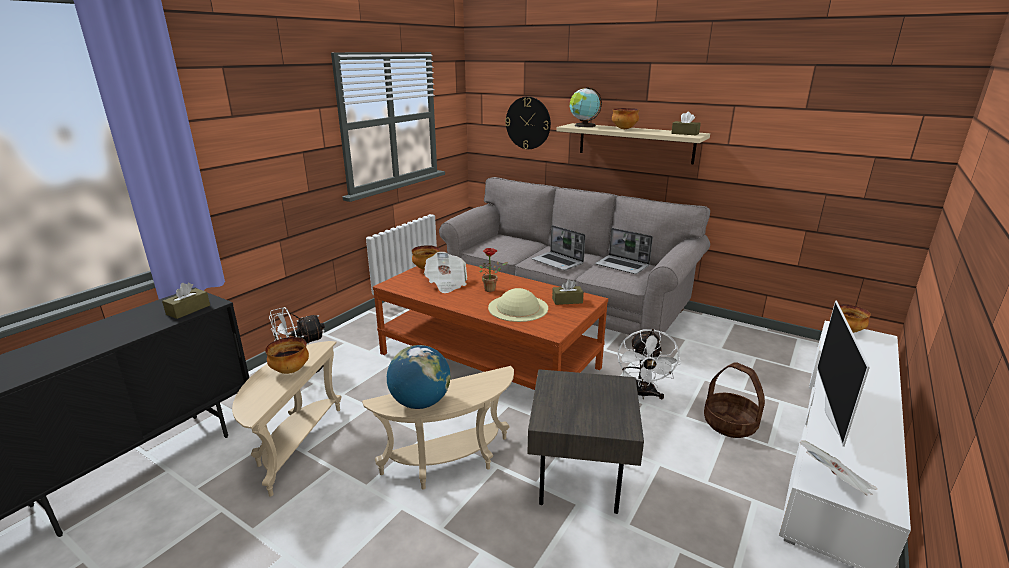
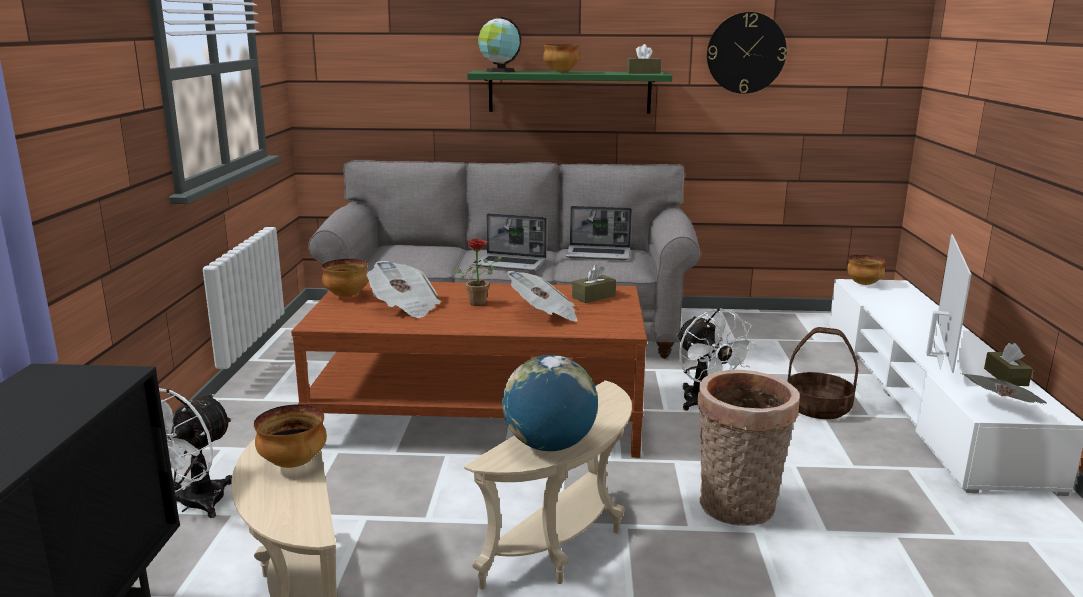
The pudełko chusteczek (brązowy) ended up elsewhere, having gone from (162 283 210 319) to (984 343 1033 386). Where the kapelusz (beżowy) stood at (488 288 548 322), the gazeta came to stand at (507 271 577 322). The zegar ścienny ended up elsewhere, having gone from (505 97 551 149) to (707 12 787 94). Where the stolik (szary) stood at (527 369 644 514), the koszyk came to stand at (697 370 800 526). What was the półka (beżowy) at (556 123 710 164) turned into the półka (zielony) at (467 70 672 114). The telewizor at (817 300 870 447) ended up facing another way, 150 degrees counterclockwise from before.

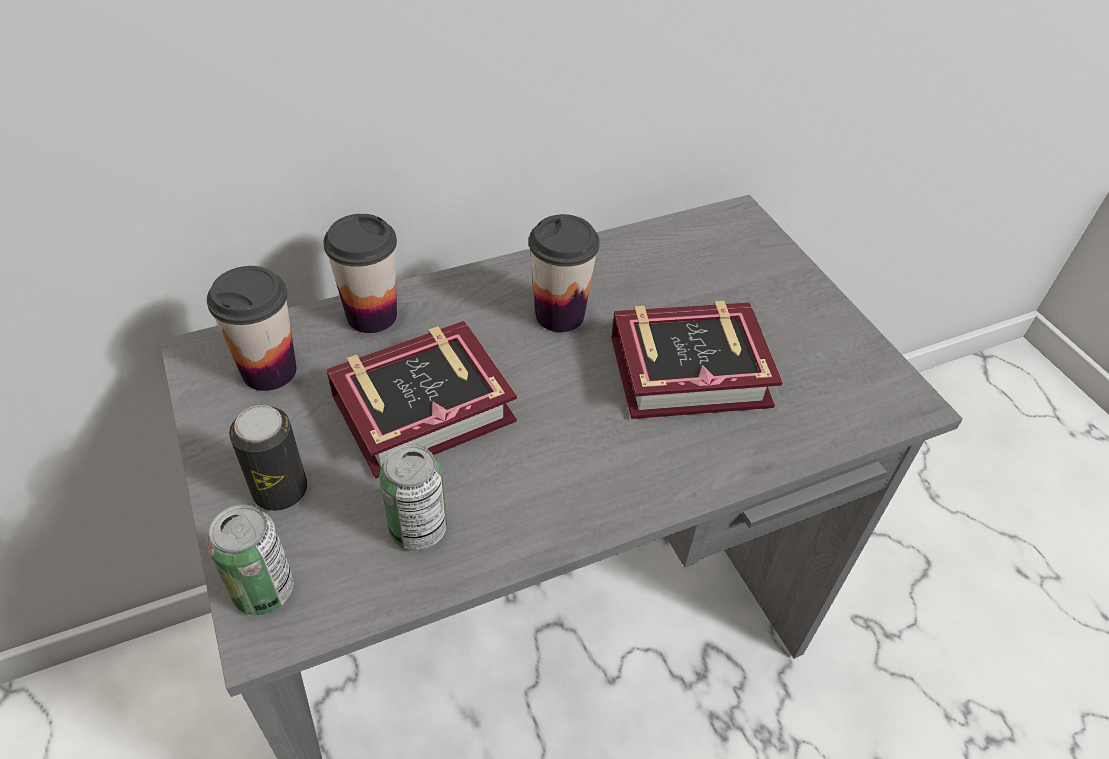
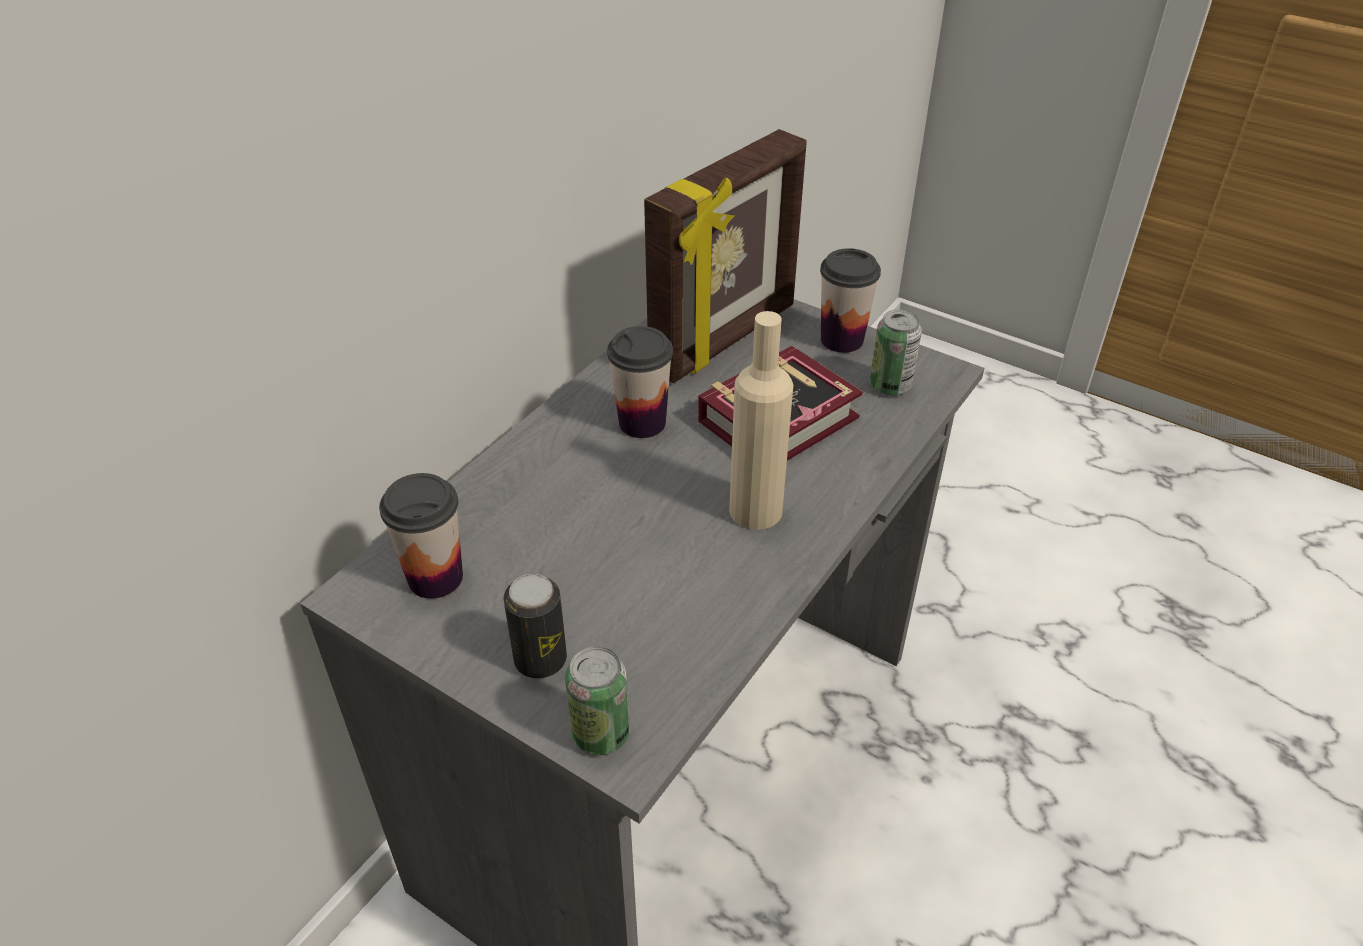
The filiżanka ended up elsewhere, having gone from (323 214 397 333) to (820 248 881 353). The second view lost the książka at (326 321 517 479). The puszka ended up elsewhere, having gone from (379 444 447 551) to (870 309 922 396). The second view gained the ramka na zdjęcie at (644 129 807 383). The second view gained the butelka (beżowy) at (729 311 793 530).

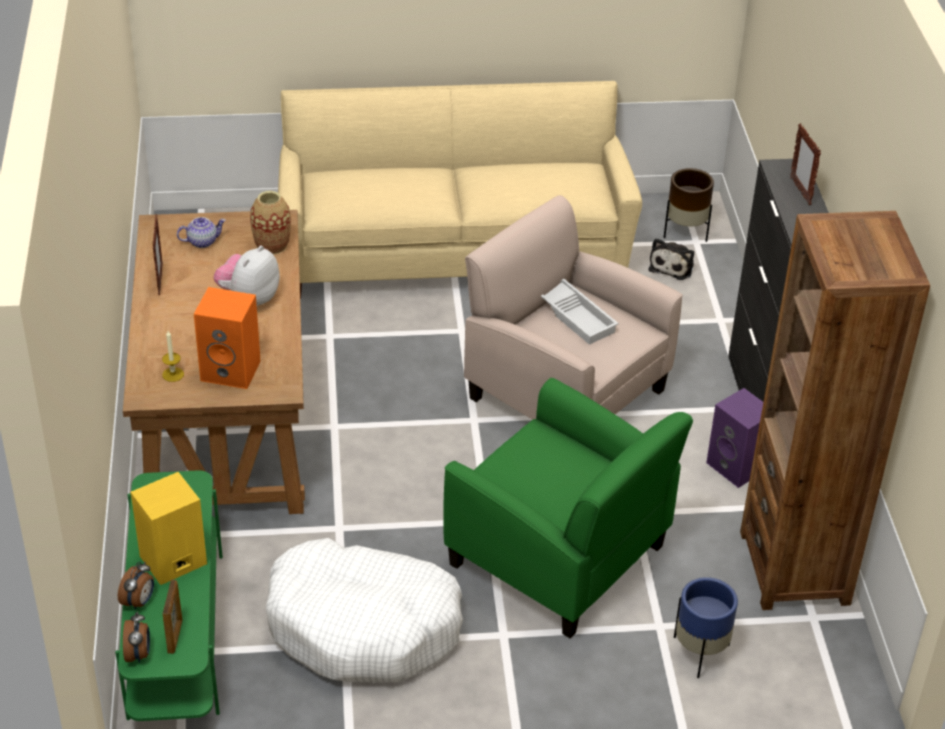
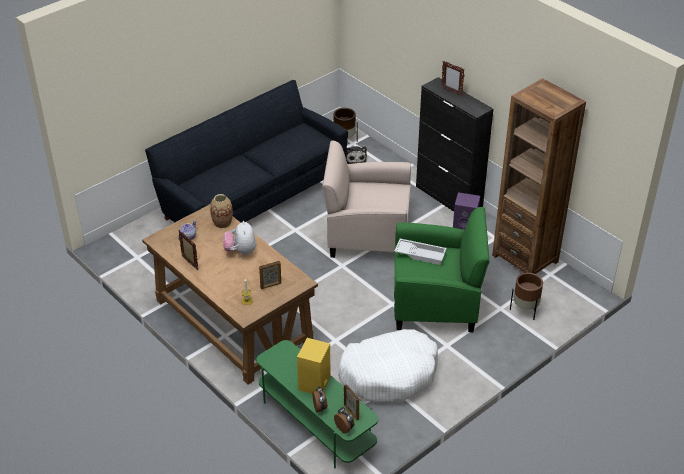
Where the głośnik (pomarańczowy) stood at (194 287 261 389), the ramka na zdjęcie came to stand at (259 261 281 289). What was the kanapa (beżowy) at (278 81 642 298) turned into the kanapa (czarny) at (145 80 348 223). The taca (biały) ended up elsewhere, having gone from (541 278 619 345) to (394 239 447 265). What was the donica (niebieski) at (674 577 738 678) turned into the donica (brązowy) at (510 273 543 320).

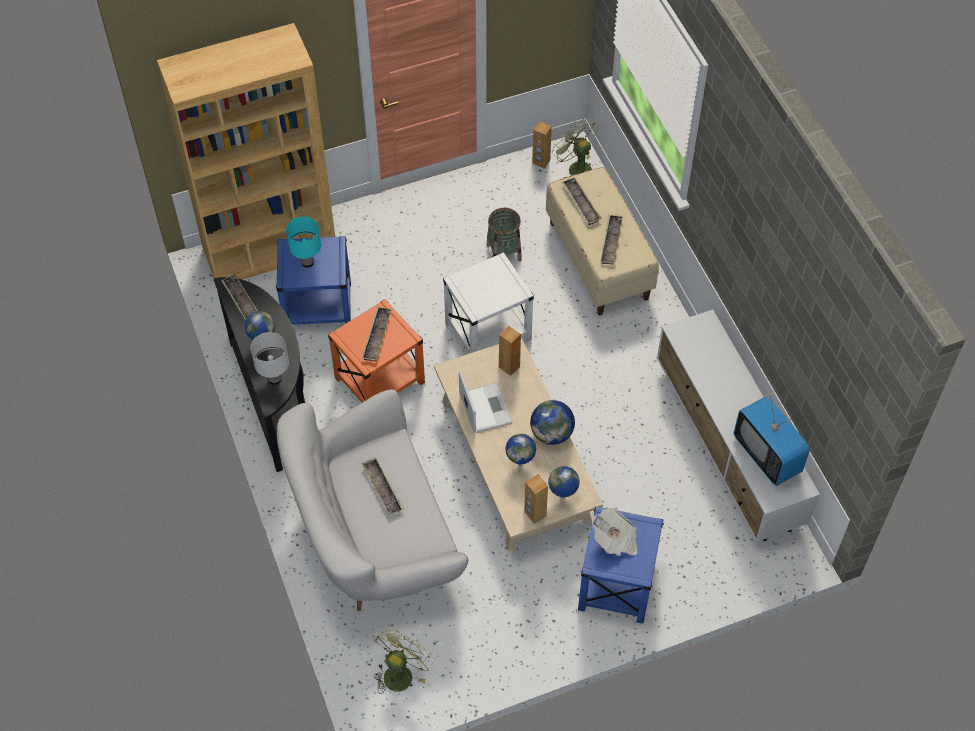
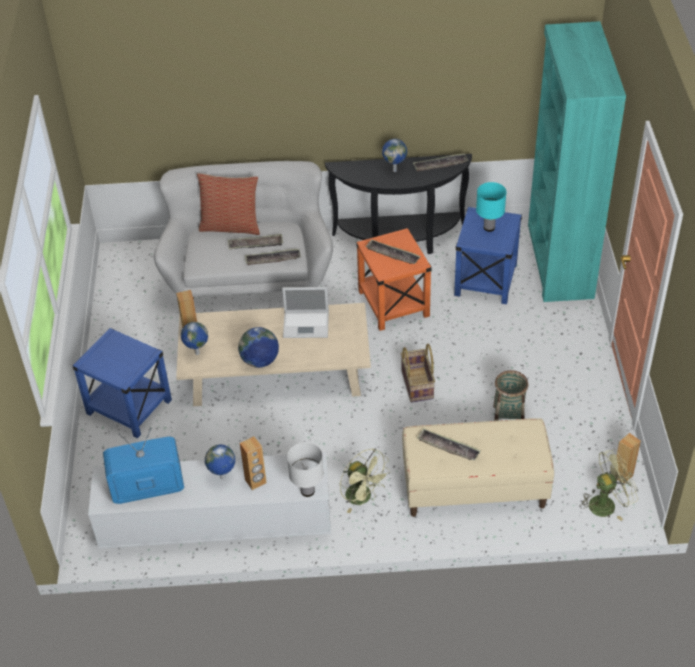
What was the regał (brązowy) at (157 23 335 280) turned into the regał (turkusowy) at (528 21 626 302). The lampa stołowa (biały) ended up elsewhere, having gone from (251 332 289 385) to (287 442 324 497). The wentylator (zielony) ended up elsewhere, having gone from (373 626 434 694) to (340 448 391 513). Where the stolik (biały) stood at (443 252 534 354), the koszyk came to stand at (401 344 435 403). The głośnik (brązowy) ended up elsewhere, having gone from (499 326 521 376) to (240 436 267 490). The globus ended up elsewhere, having gone from (505 434 536 466) to (205 444 235 480). The taca ended up elsewhere, having gone from (562 177 602 225) to (245 249 301 265). The second view lost the gazeta at (592 508 637 556). The second view gained the poduszka at (197 173 260 235).

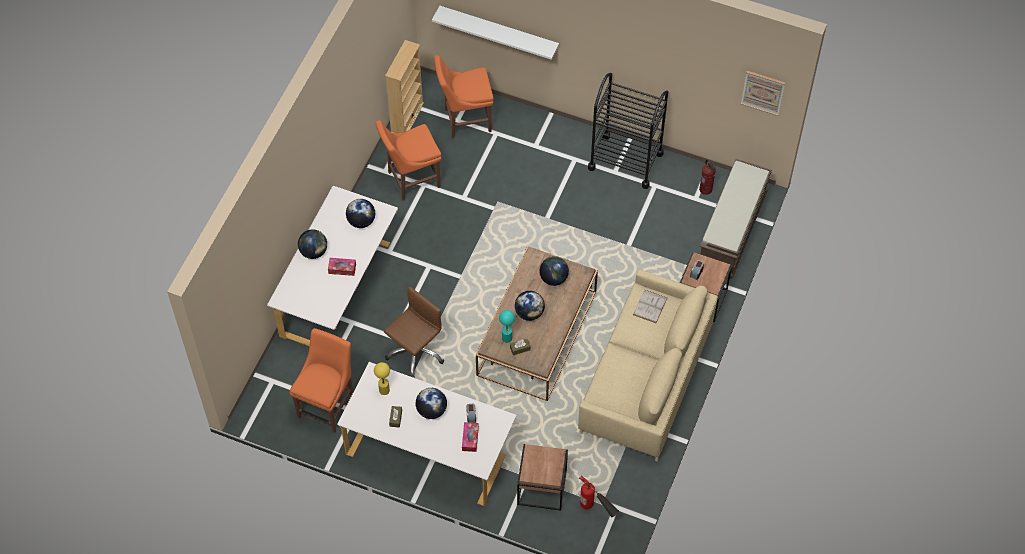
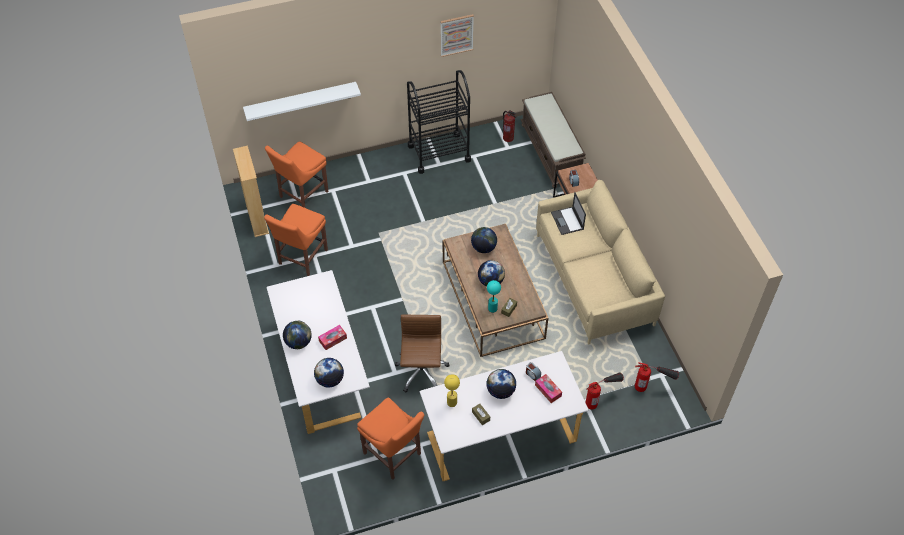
The krzesło (pomarańczowy) at (290 328 354 433) ended up facing another way, 150 degrees clockwise from before. The globus ended up elsewhere, having gone from (346 199 376 228) to (314 358 344 388). Where the stolik (brązowy) stood at (517 444 568 511), the gaśnica came to stand at (585 372 624 410). Where the książka (biały) stood at (633 290 667 323), the laptop came to stand at (551 192 586 235). The obraz ended up elsewhere, having gone from (741 71 785 116) to (440 14 474 57).

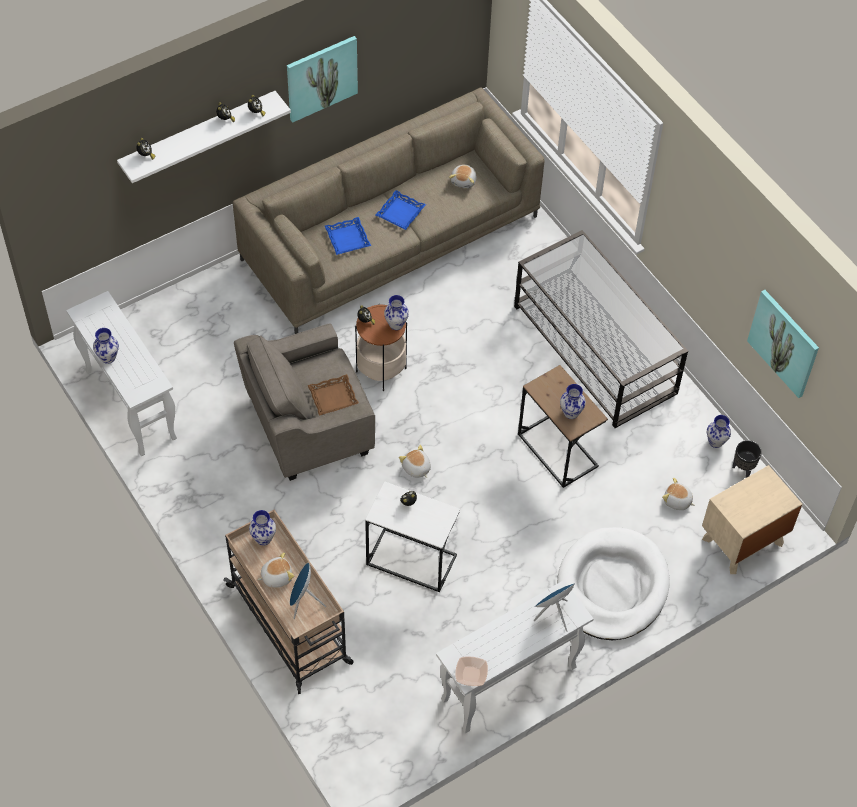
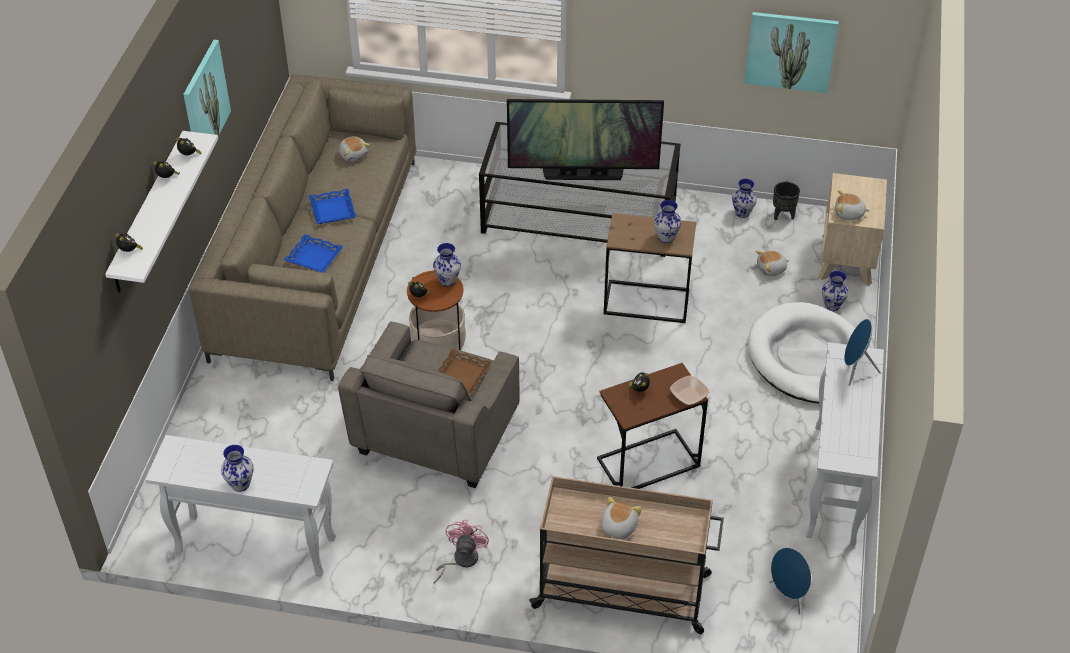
The wazon ended up elsewhere, having gone from (249 510 276 545) to (822 271 848 311). The głośnik (niebieski) ended up elsewhere, having gone from (290 563 326 619) to (769 548 811 615). What was the stolik (biały) at (365 481 460 592) turned into the stolik (brązowy) at (597 363 708 489). The pluszak ended up elsewhere, having gone from (399 445 431 478) to (835 190 870 220). The miska ended up elsewhere, having gone from (455 656 488 686) to (670 375 709 405). The second view gained the wentylator (różowy) at (434 520 489 584). The second view gained the telewizor at (507 99 664 180).

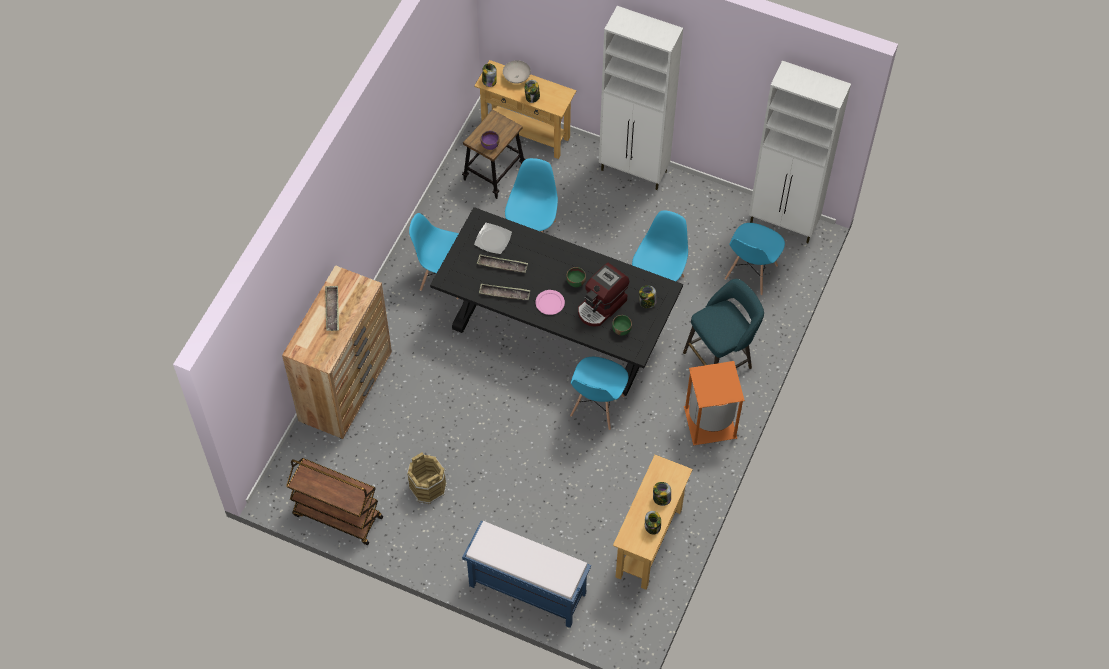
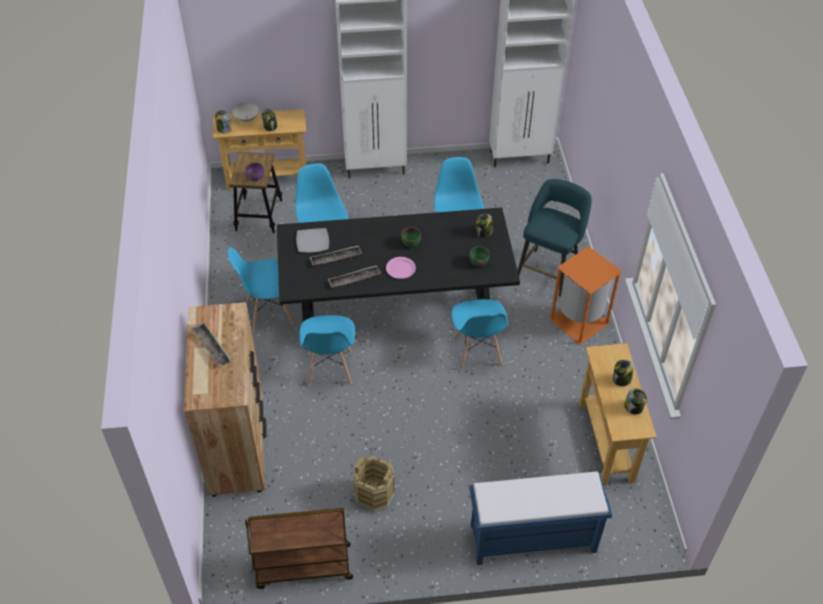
The second view lost the ekspres do kawy at (578 263 629 327). The krzesło (niebieski) ended up elsewhere, having gone from (725 223 785 295) to (300 315 355 386).

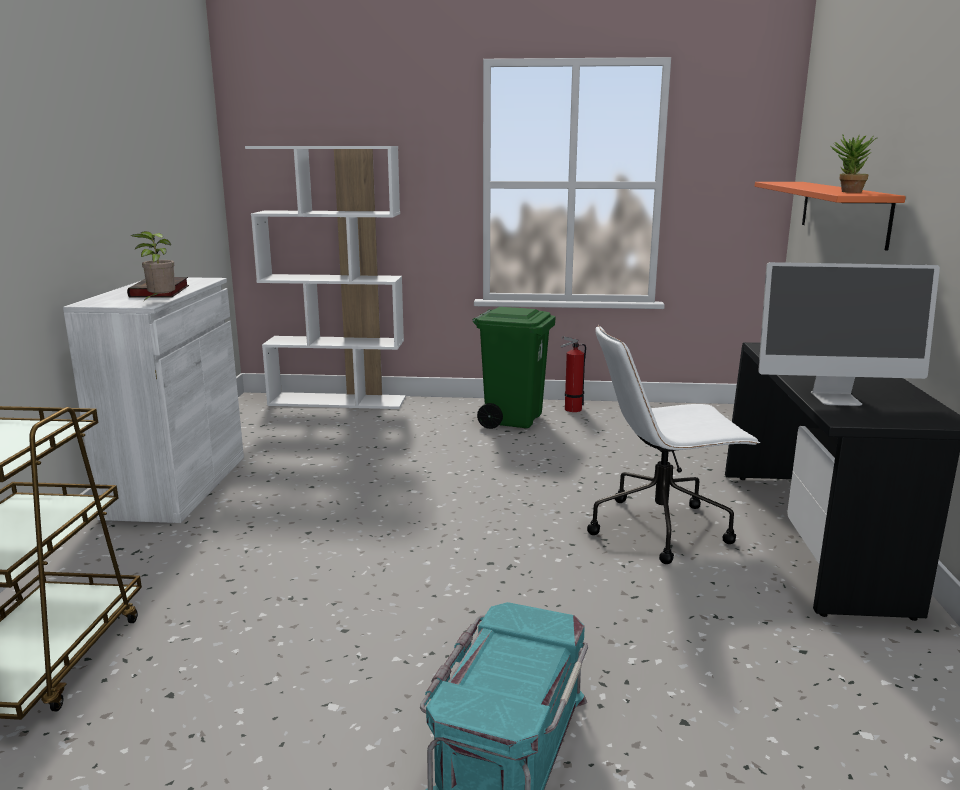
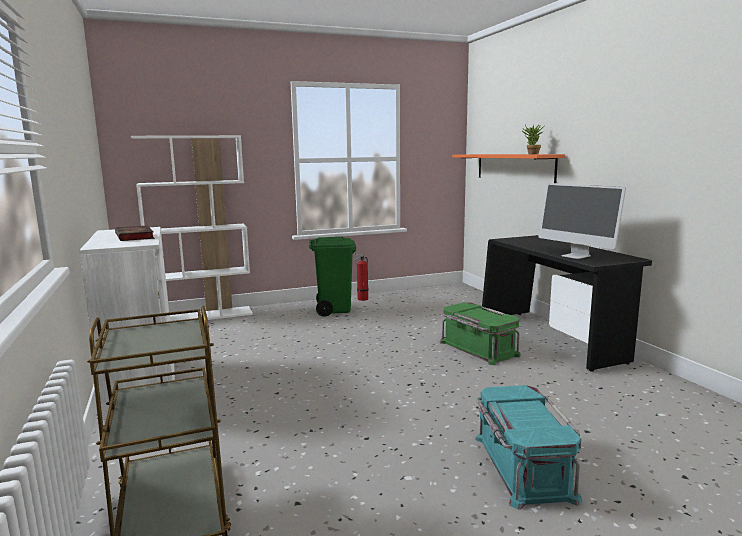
The second view lost the roślina doniczkowa at (131 231 175 303). Where the krzesło biurowe (biały) stood at (587 325 760 564), the pojemnik do przechowywania (zielony) came to stand at (440 302 521 365). The monitor at (758 262 940 406) ended up facing another way, 75 degrees clockwise from before.

